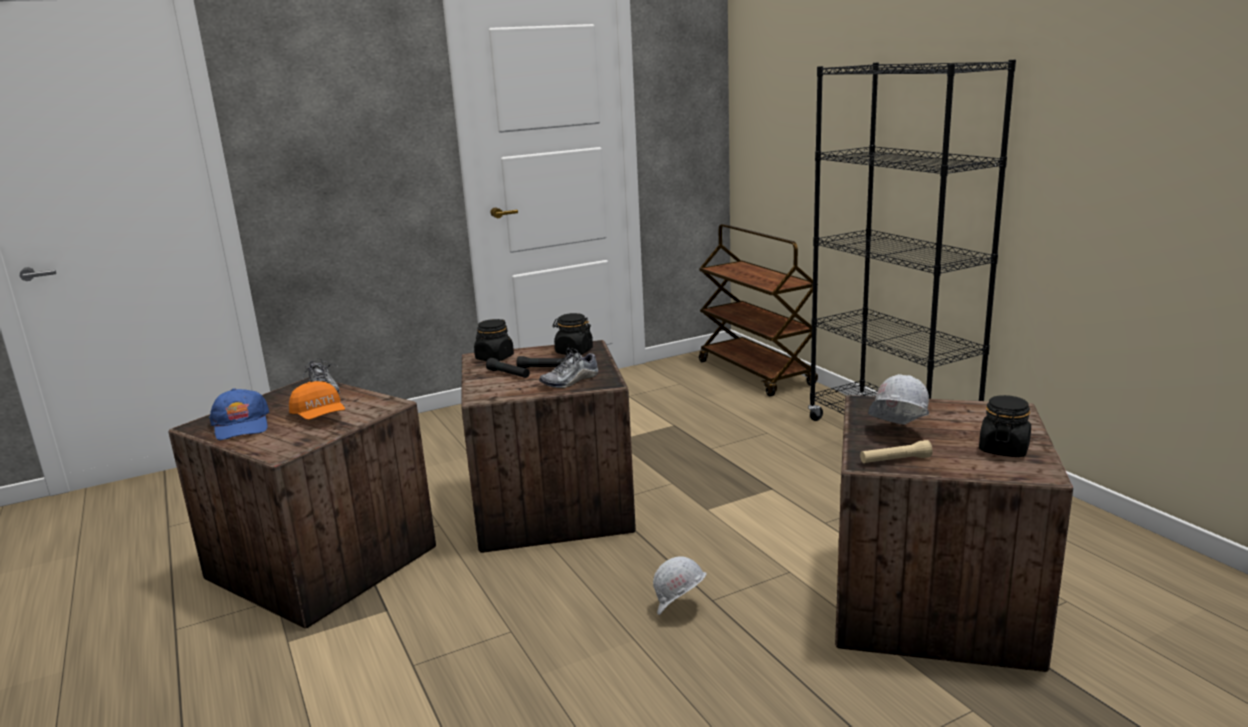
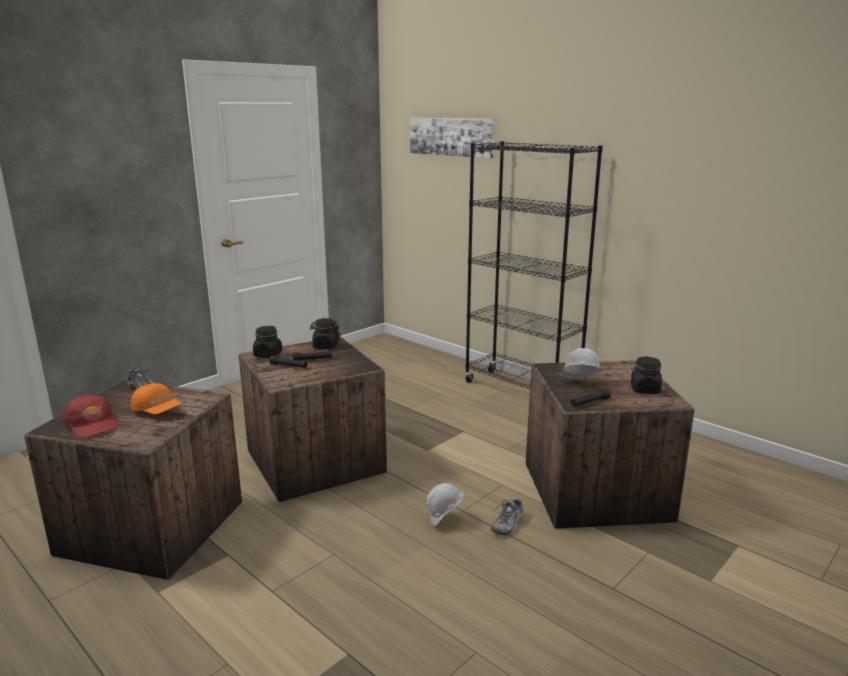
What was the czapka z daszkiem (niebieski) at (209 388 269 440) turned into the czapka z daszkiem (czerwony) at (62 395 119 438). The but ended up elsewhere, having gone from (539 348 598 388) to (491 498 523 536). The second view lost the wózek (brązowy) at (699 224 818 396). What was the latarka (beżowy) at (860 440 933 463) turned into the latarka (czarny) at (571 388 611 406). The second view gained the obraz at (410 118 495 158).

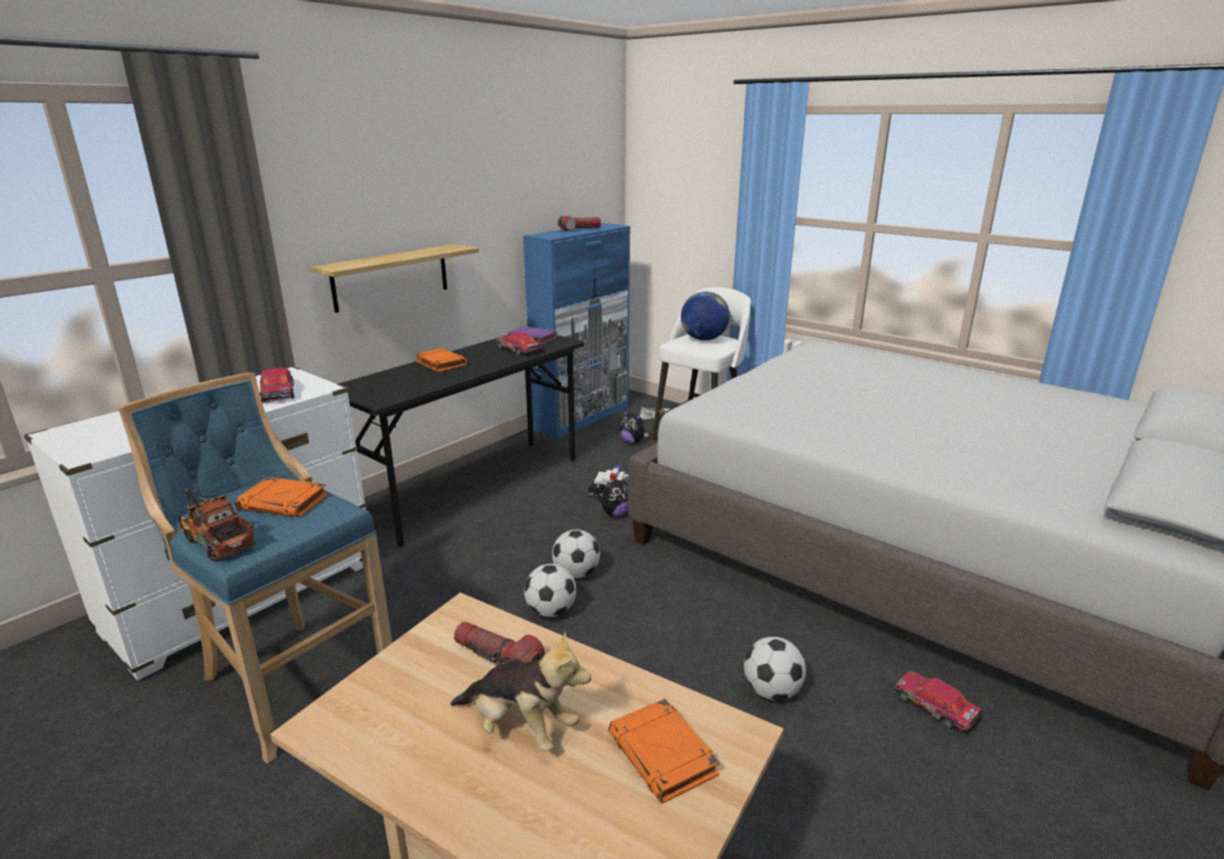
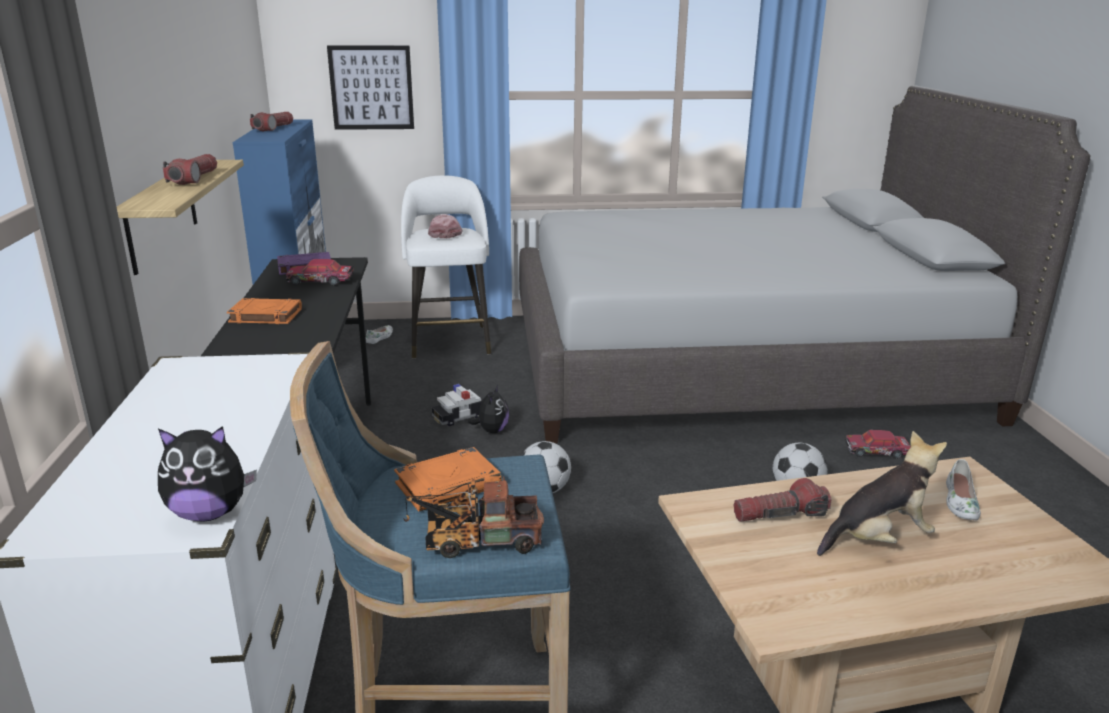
The second view lost the samochodzik at (260 368 294 403). The second view lost the piłka futbolowa at (524 564 577 617). Where the książka (pomarańczowy) stood at (608 698 720 804), the but (biały) came to stand at (946 459 981 521). The pluszak ended up elsewhere, having gone from (620 410 649 444) to (158 426 257 522). Where the globus stood at (681 291 730 341), the czapka z daszkiem (różowy) came to stand at (428 214 463 238). The second view gained the latarka at (163 154 217 185). The second view gained the obraz at (327 45 414 130).

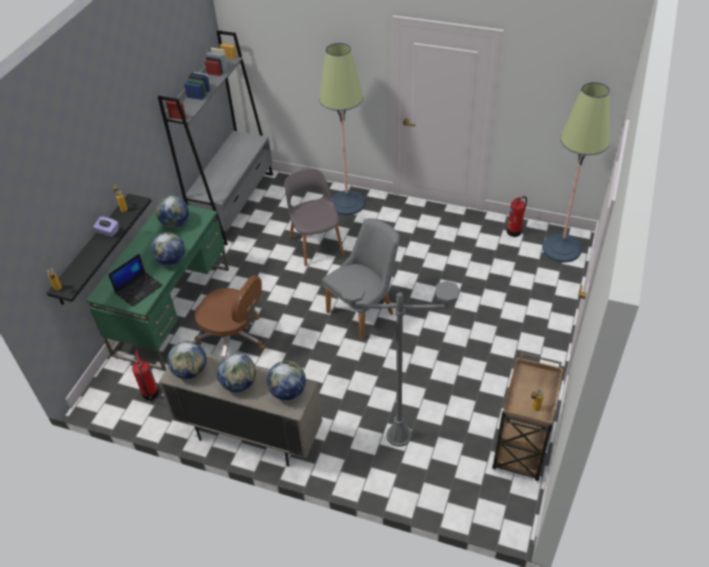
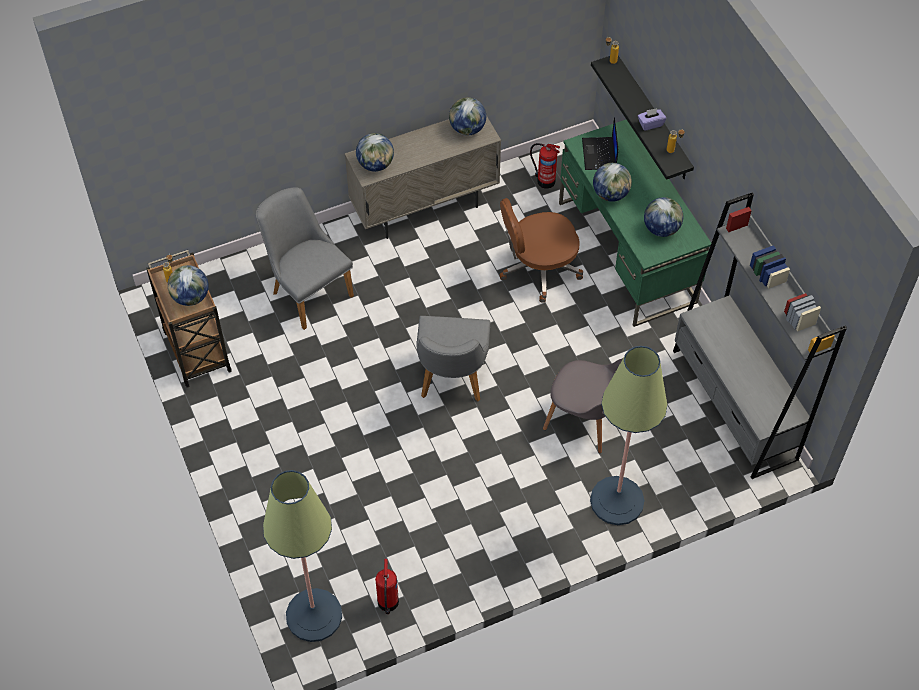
The globus ended up elsewhere, having gone from (217 353 256 392) to (168 265 209 306). Where the lampa stojąca (szary) stood at (340 281 460 447), the krzesło (szary) came to stand at (256 188 354 330).

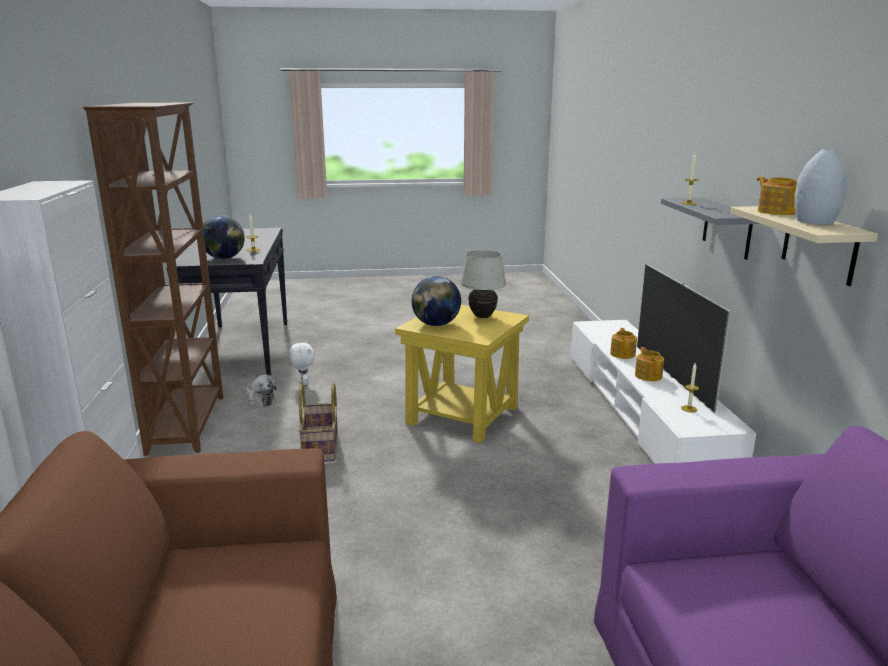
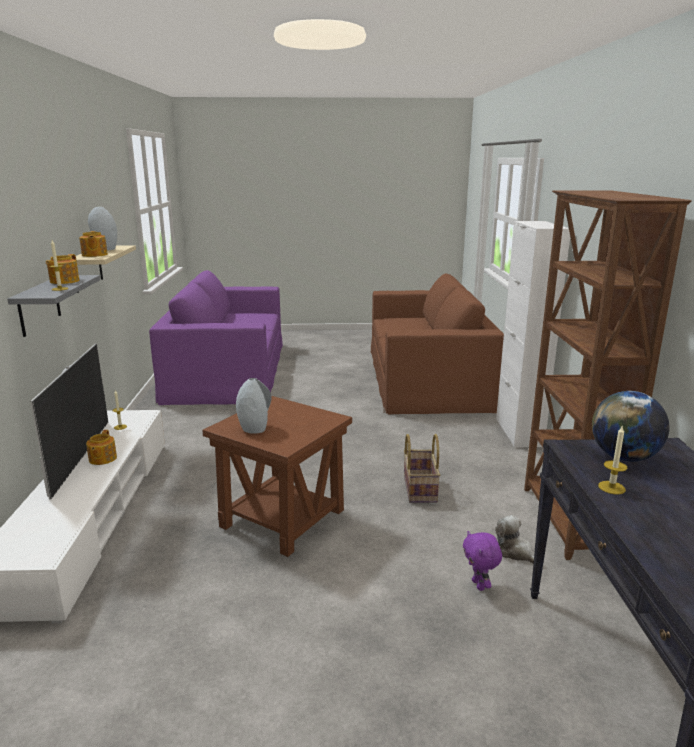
What was the pluszak (biały) at (289 341 315 385) turned into the pluszak (fioletowy) at (463 531 502 591). What was the stolik (żółty) at (395 305 529 443) turned into the stolik (brązowy) at (202 396 352 557). The second view lost the globus at (411 276 461 326). Where the lampa stołowa (biały) stood at (461 250 506 318), the wazon (szary) came to stand at (236 378 272 434). The imbryk ended up elsewhere, having gone from (610 328 637 359) to (46 254 79 284).

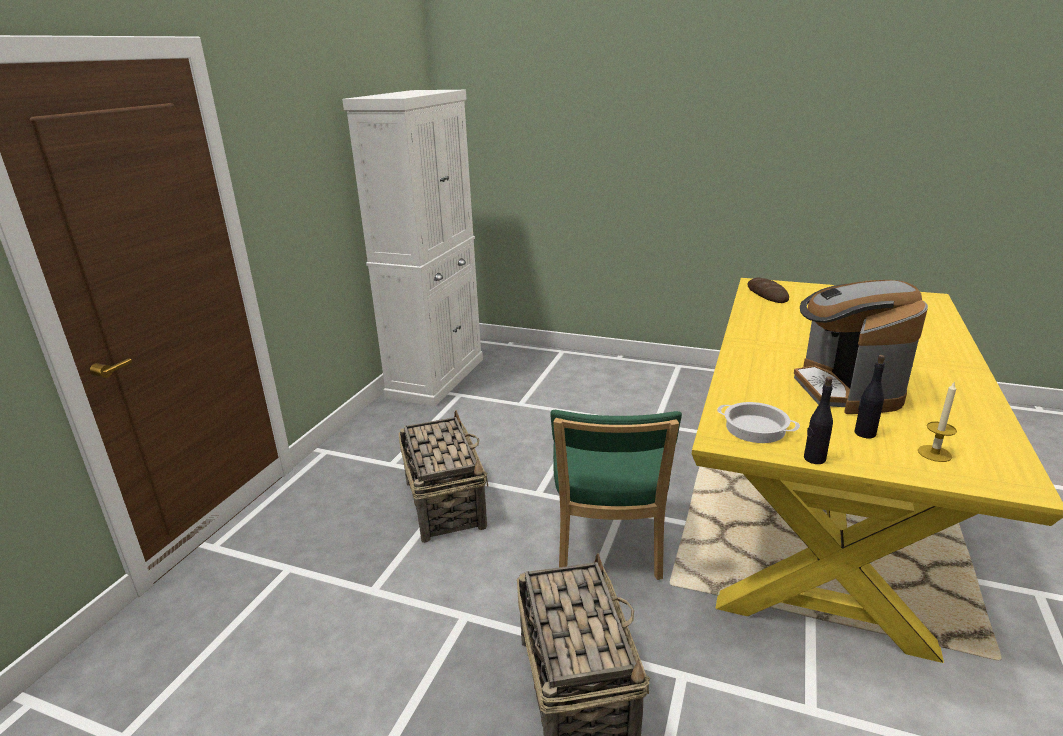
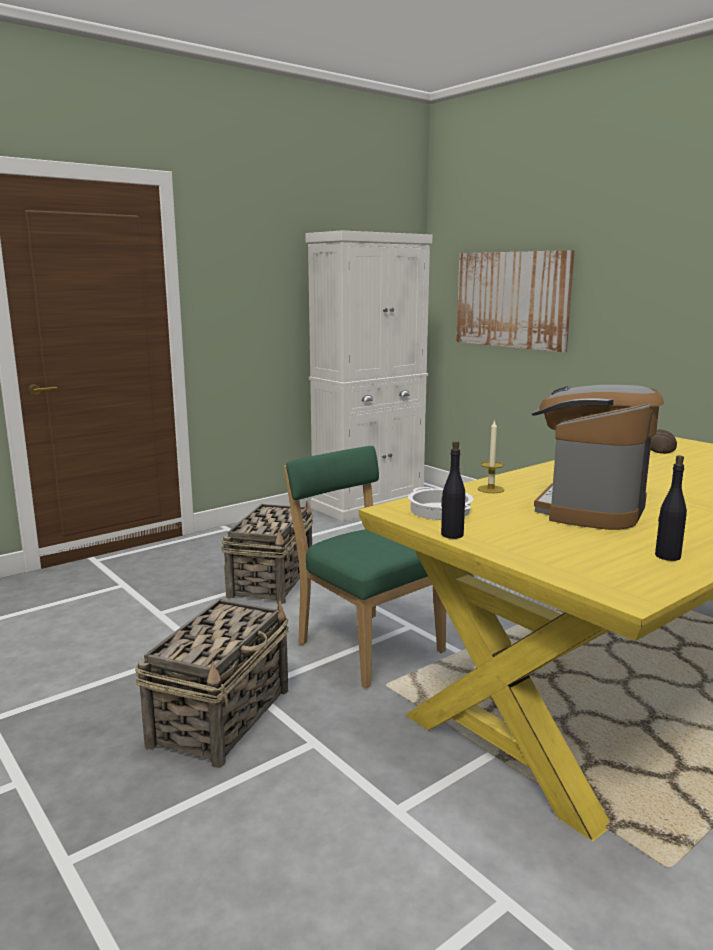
The krzesło (zielony) at (550 410 682 580) ended up facing another way, 105 degrees clockwise from before. The butelka (czarny) ended up elsewhere, having gone from (854 355 885 438) to (655 455 687 561). The świeca ended up elsewhere, having gone from (918 381 957 462) to (478 419 504 493). The second view gained the obraz at (456 250 575 352).

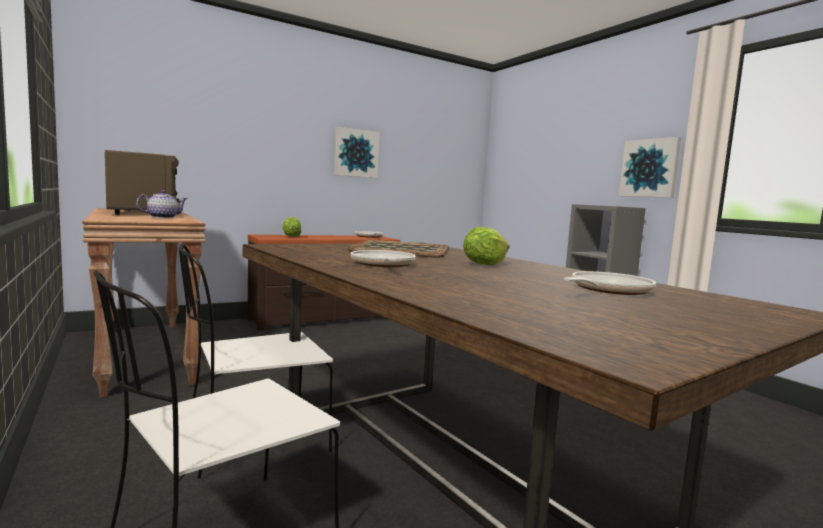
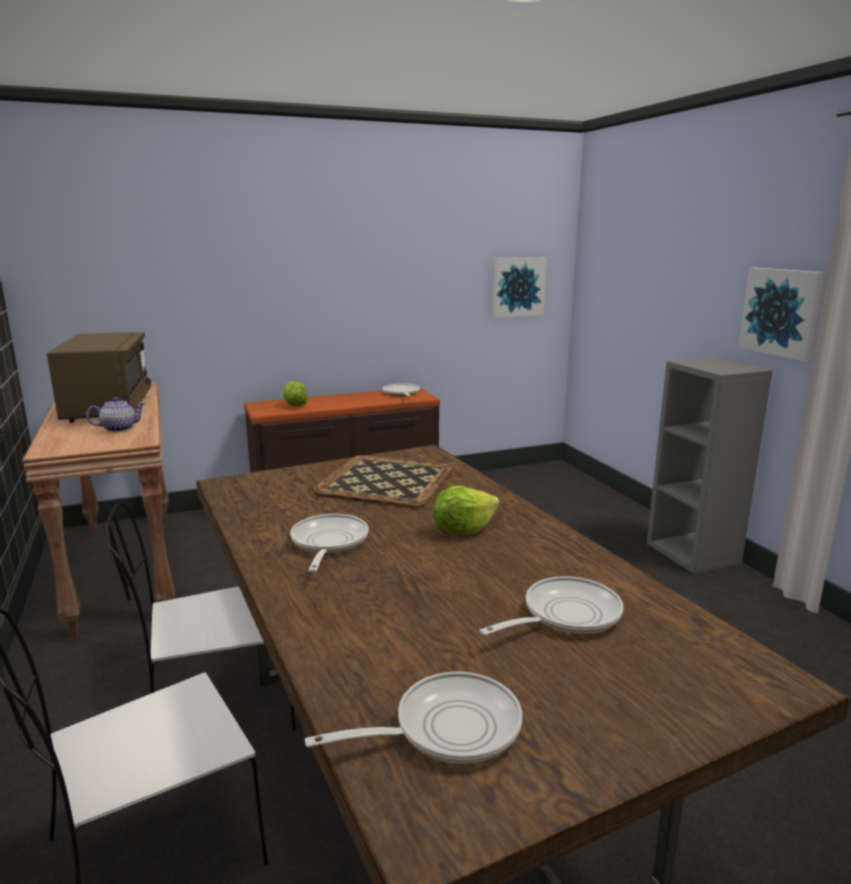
The obraz ended up elsewhere, having gone from (334 127 379 178) to (491 257 547 318). The second view gained the patelnia at (304 672 522 764).

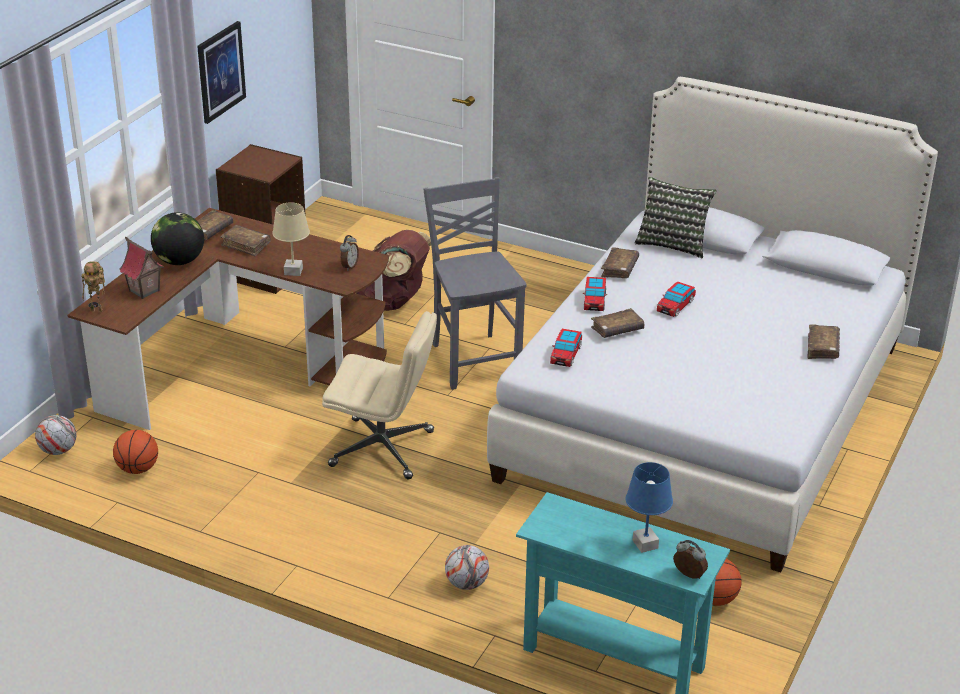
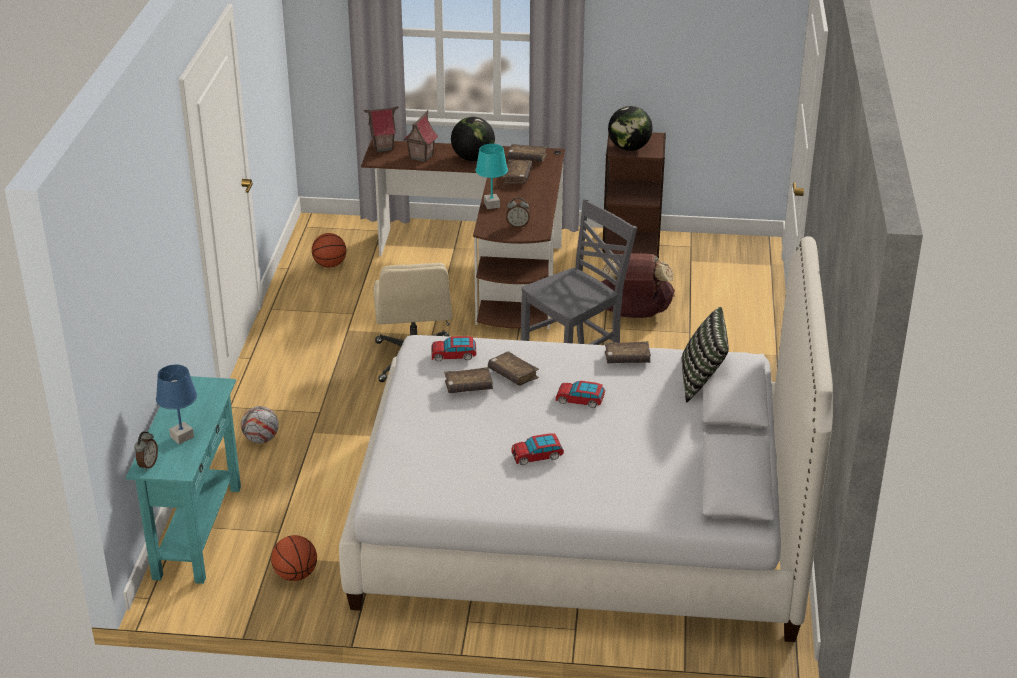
The second view lost the piłka futbolowa at (35 415 76 455). Where the robot zabawkowy stood at (81 261 105 312), the domek came to stand at (364 106 399 152). The second view lost the obraz at (197 21 246 124). What was the lampa stołowa (beżowy) at (272 202 310 276) turned into the lampa stołowa (turkusowy) at (475 144 508 209). The samochodzik ended up elsewhere, having gone from (583 277 607 311) to (511 434 564 465). The książka (brązowy) ended up elsewhere, having gone from (807 324 840 359) to (444 367 493 393). The second view gained the globus at (608 106 653 151).

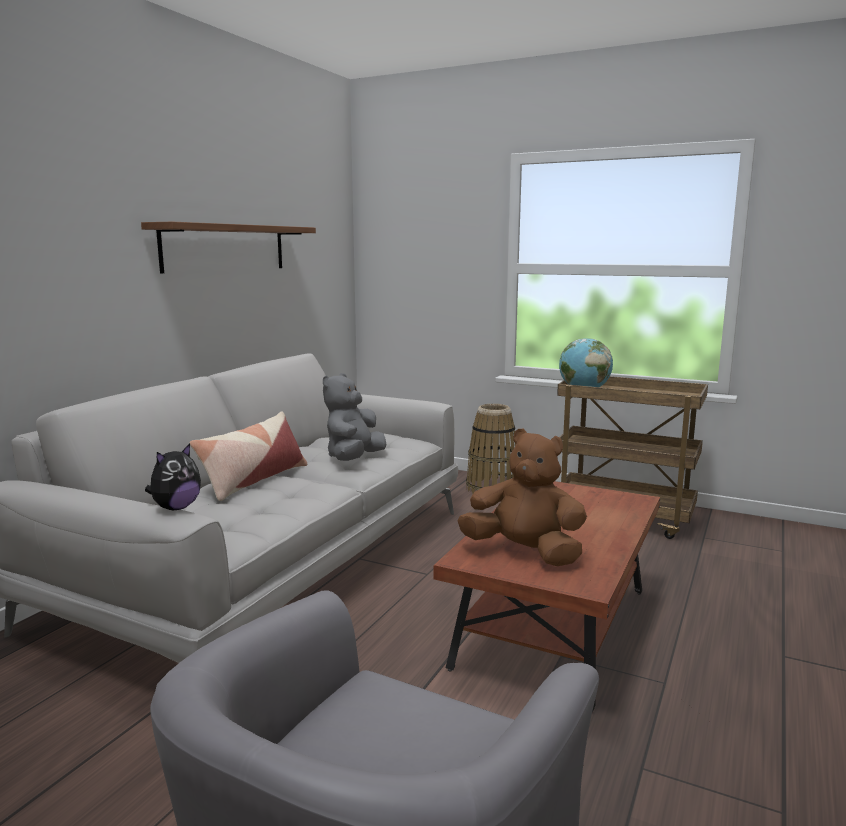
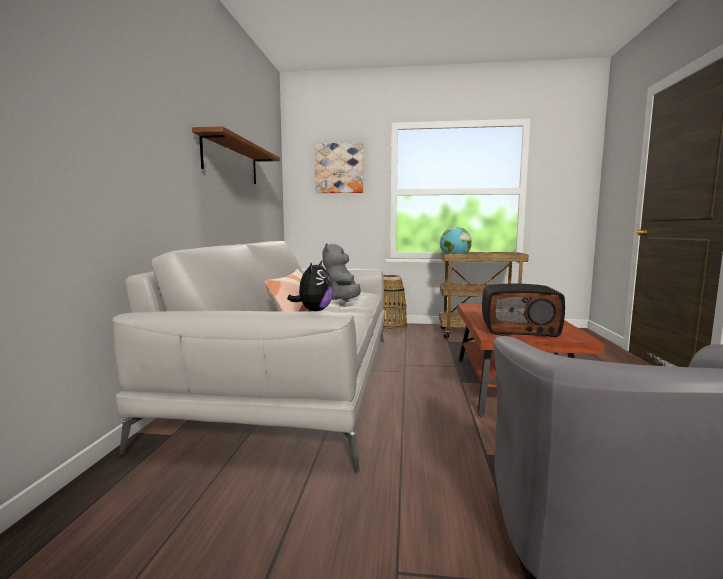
Where the pluszak (brązowy) stood at (457 429 587 566), the radio came to stand at (482 284 565 337). The second view gained the obraz at (315 142 363 193).

